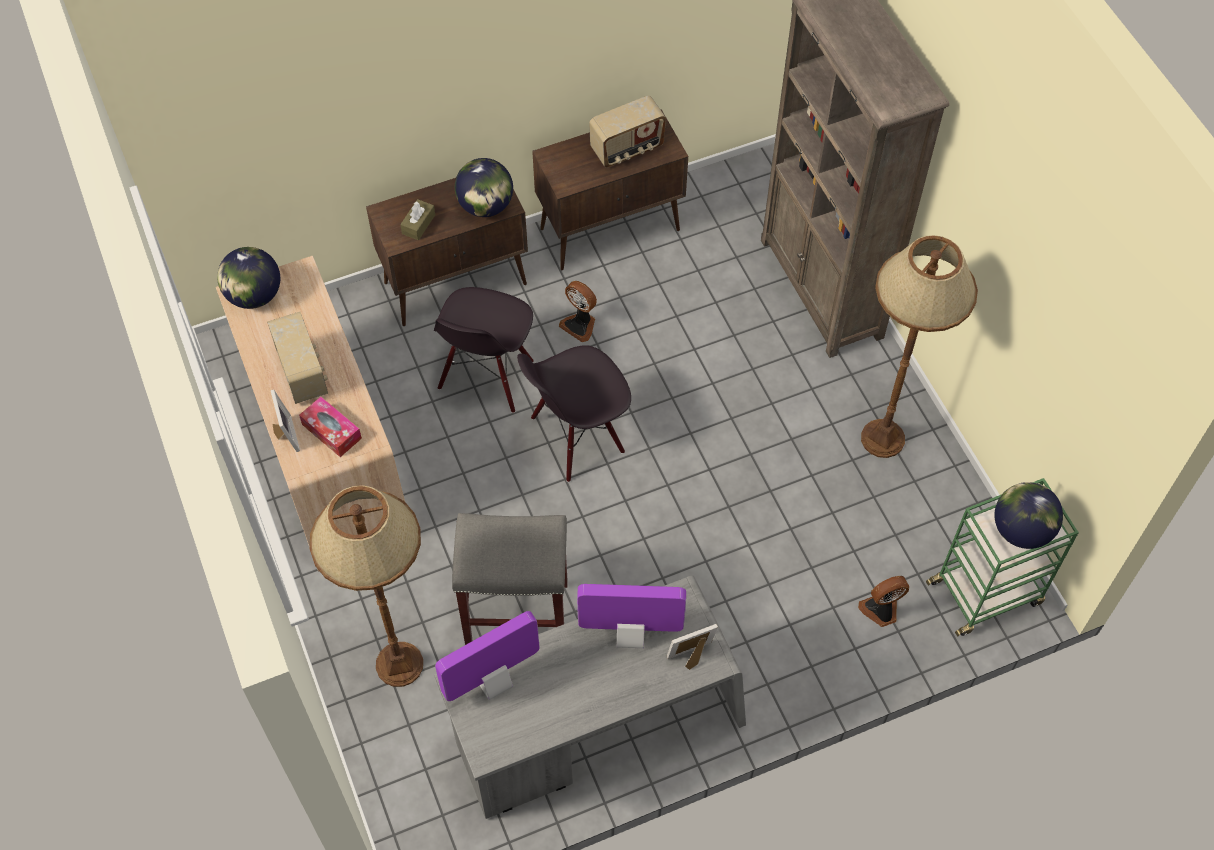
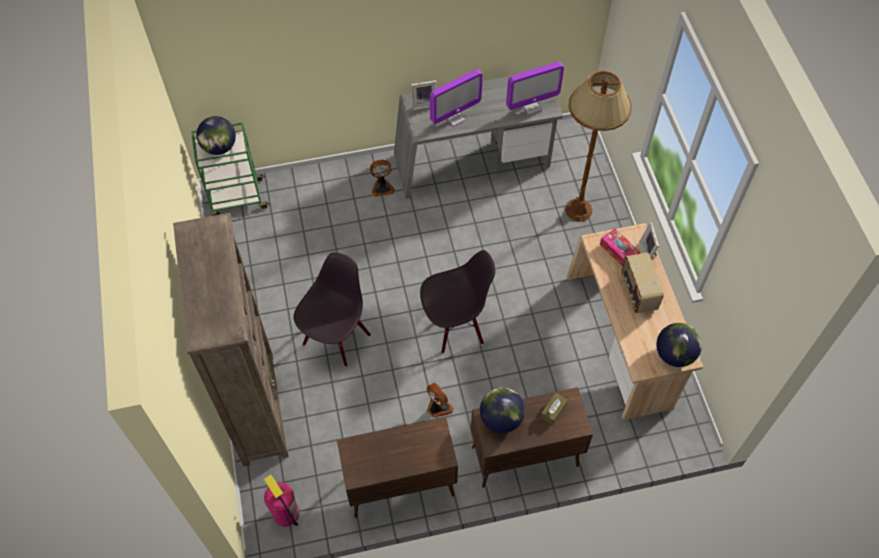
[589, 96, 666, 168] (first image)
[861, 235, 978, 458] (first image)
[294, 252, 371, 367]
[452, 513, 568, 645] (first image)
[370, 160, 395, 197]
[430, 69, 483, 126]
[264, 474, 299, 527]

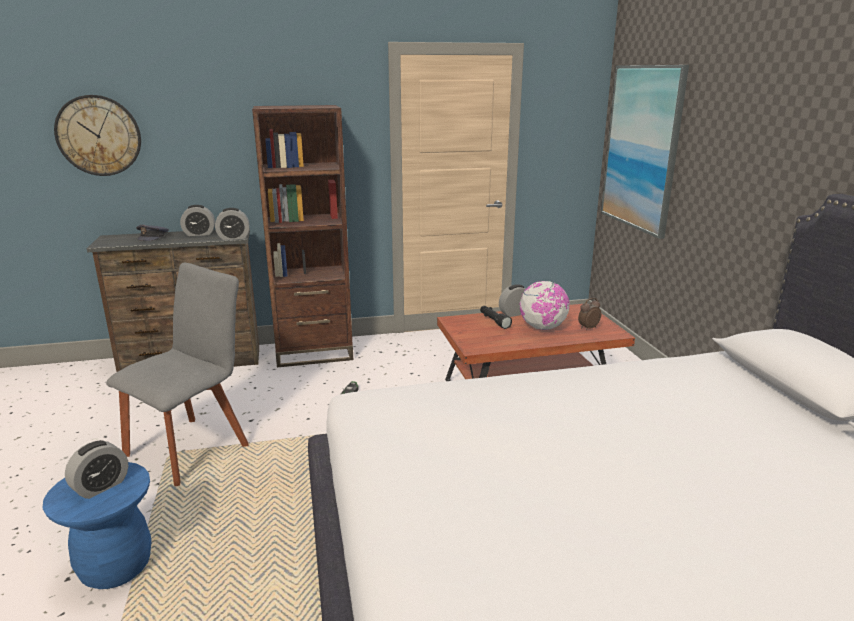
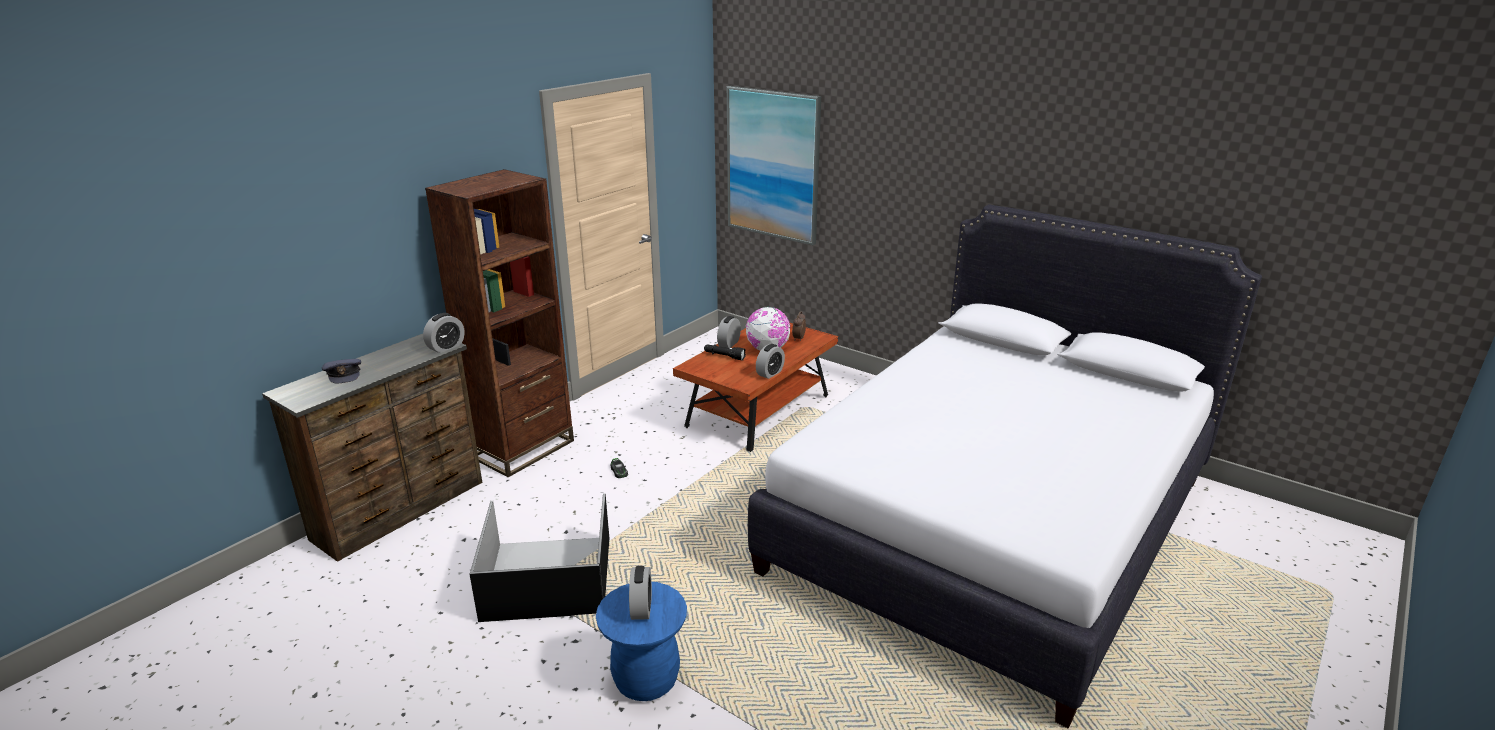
[54, 95, 141, 176] (first image)
[756, 344, 785, 379]
[470, 493, 609, 622]

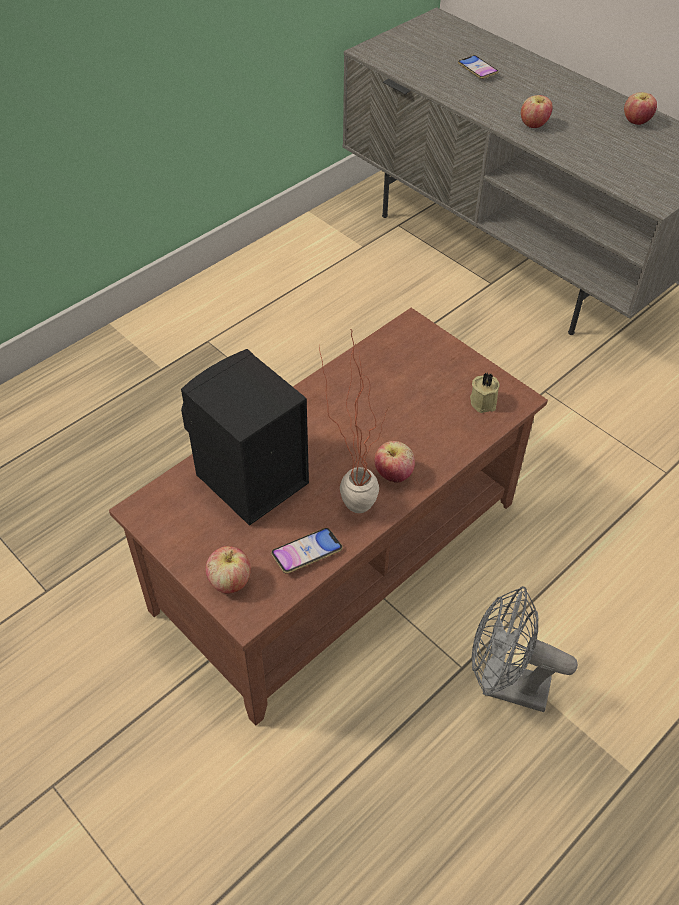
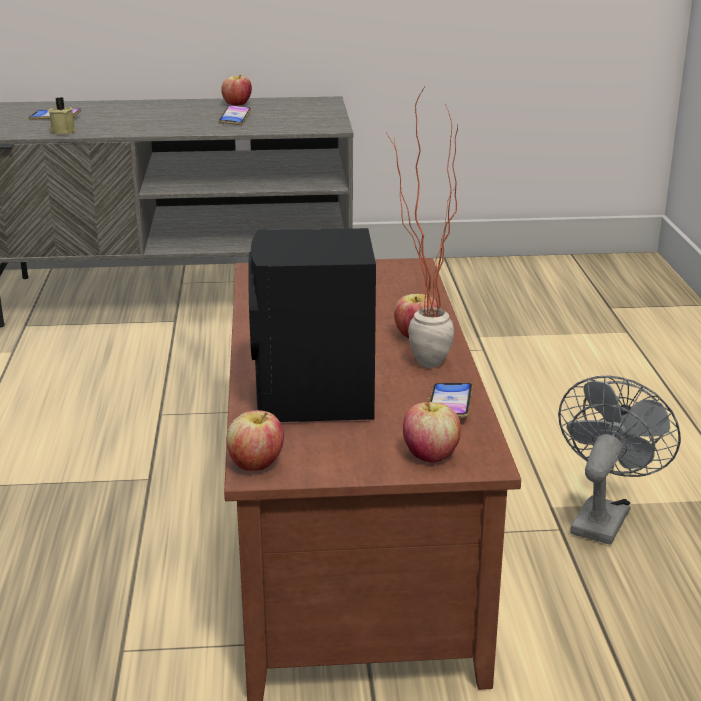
[226, 410, 284, 471]
[48, 97, 77, 135]
[558, 376, 681, 545]
[219, 105, 251, 125]

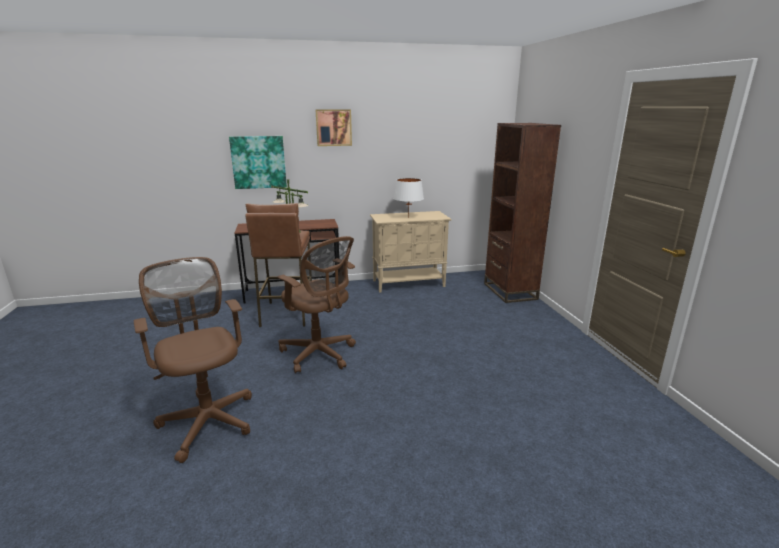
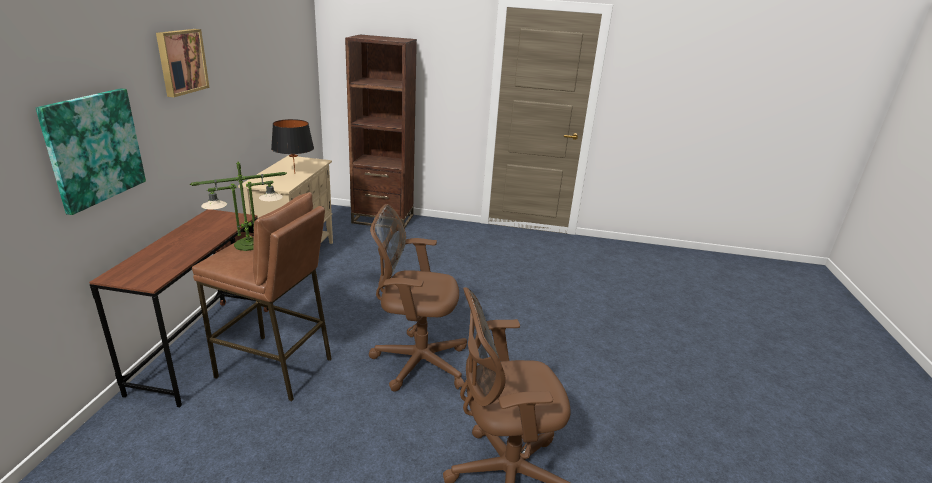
[271, 119, 314, 173]
[368, 204, 467, 391]

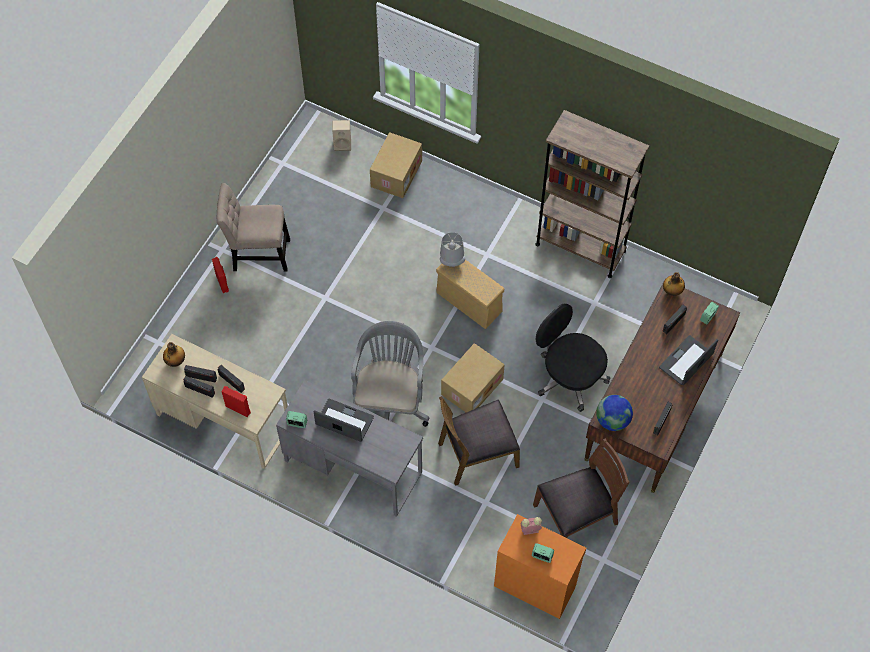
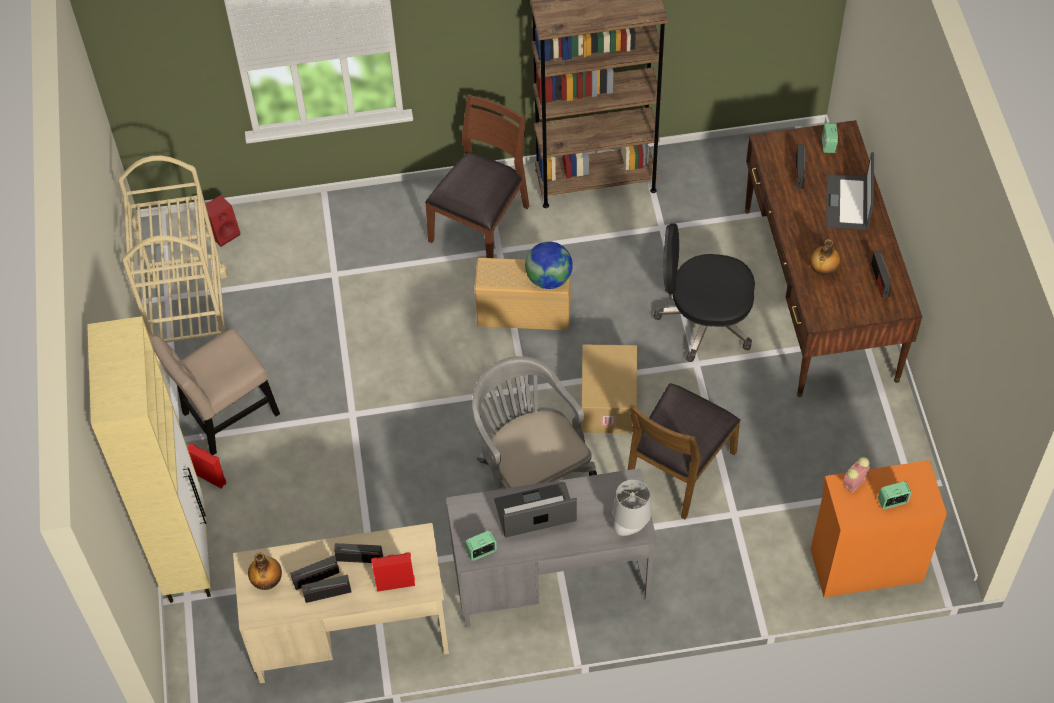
[205, 195, 240, 247]
[370, 132, 422, 198] (first image)
[613, 480, 652, 536]
[810, 239, 841, 276]
[525, 242, 573, 289]
[425, 94, 529, 258]
[118, 156, 228, 365]
[87, 316, 211, 603]

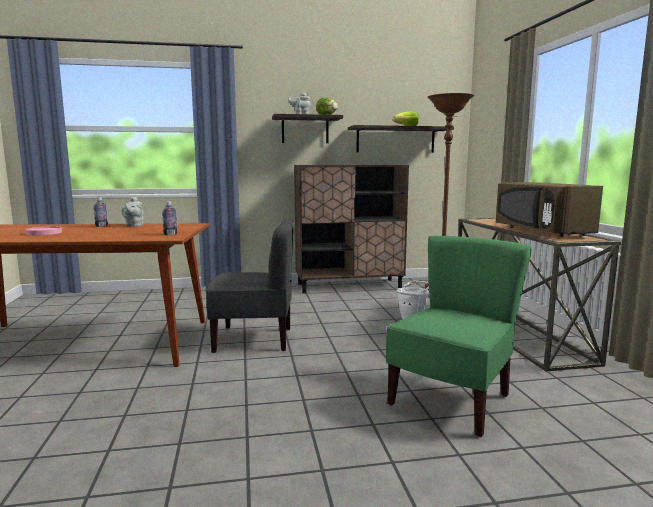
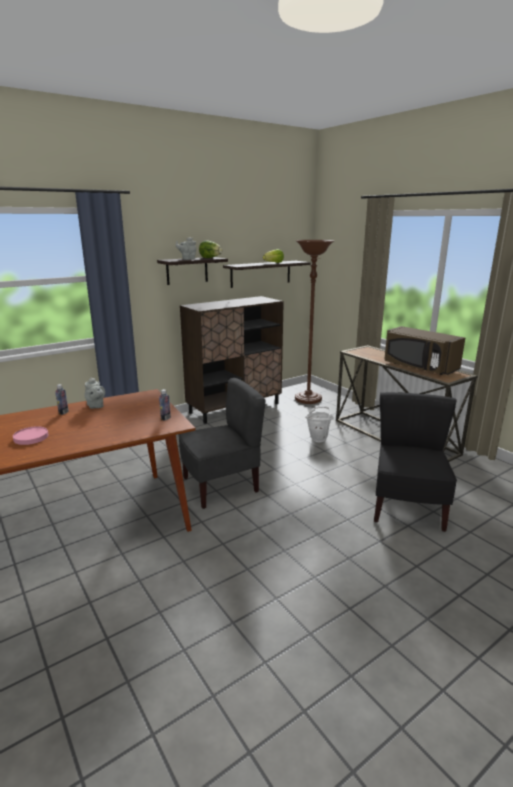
[374, 392, 457, 532]

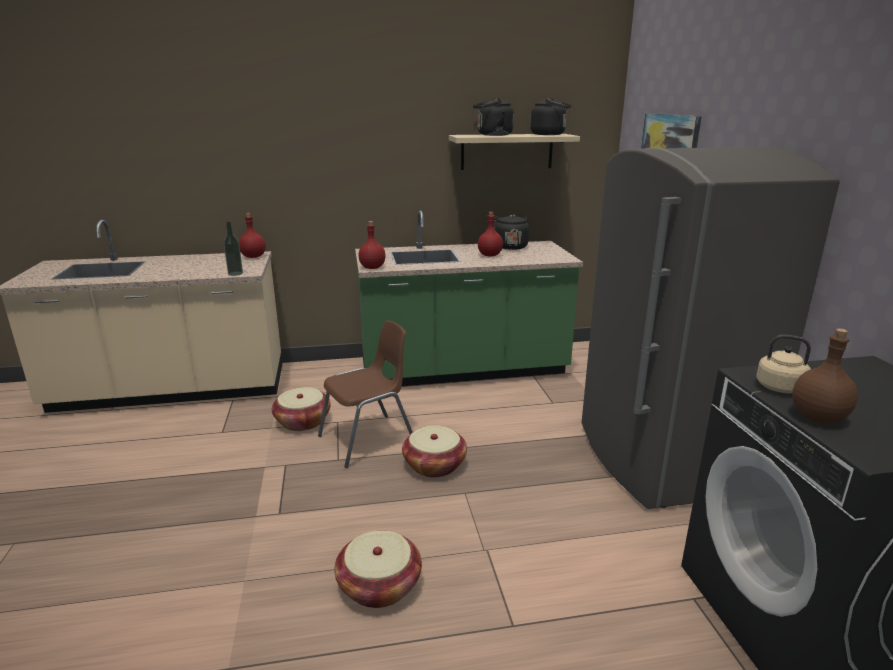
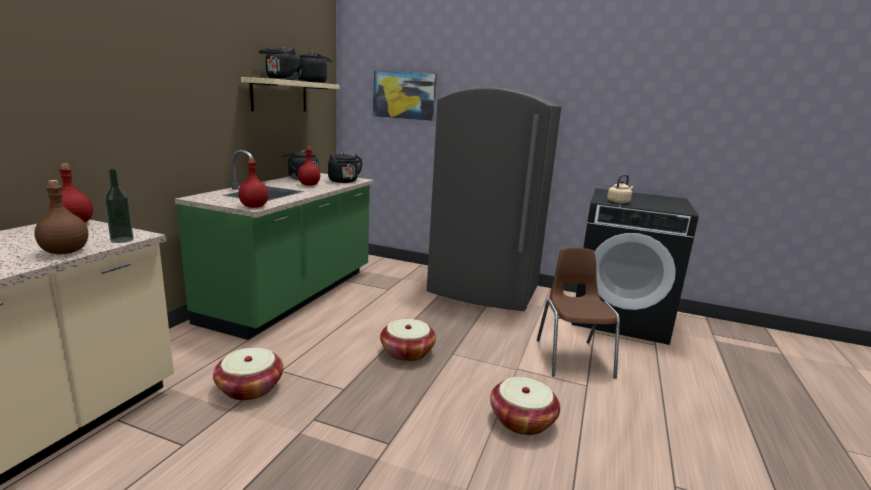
[537, 248, 620, 379]
[34, 180, 88, 254]
[328, 152, 363, 183]

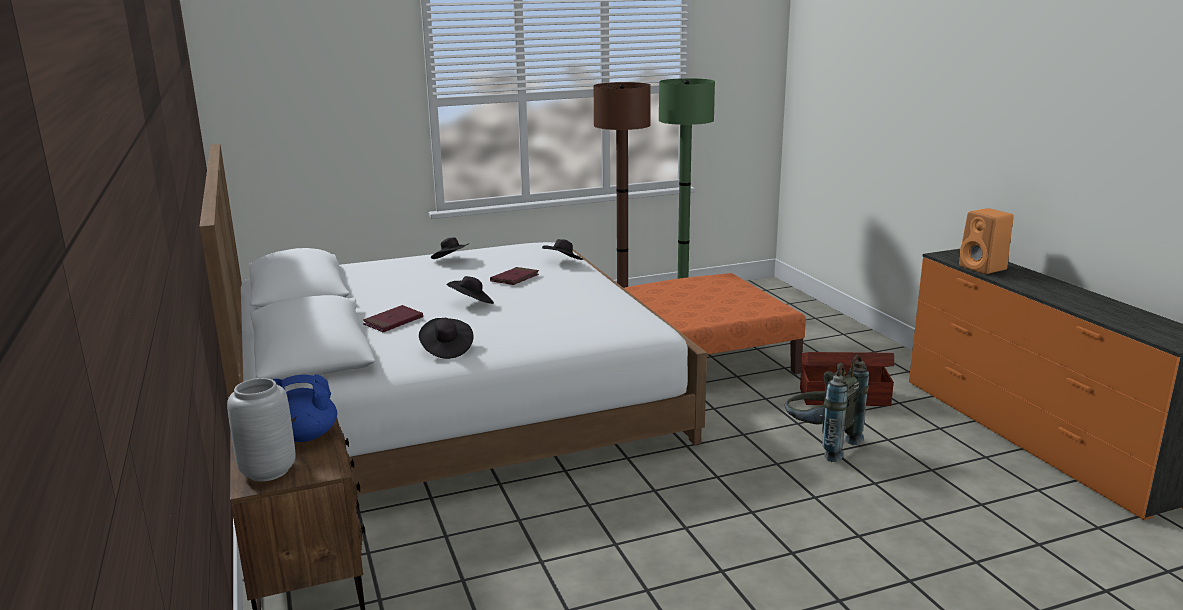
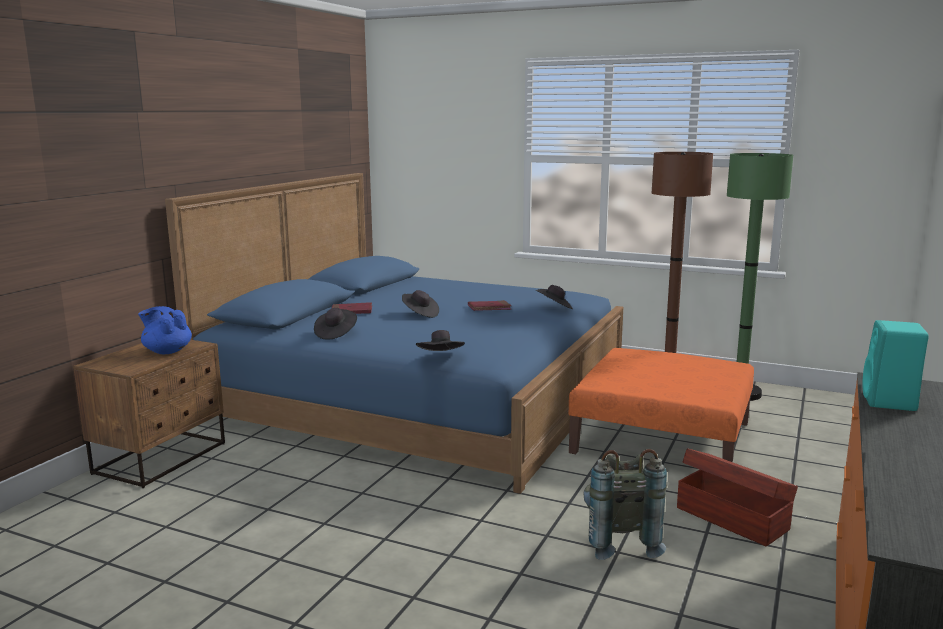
[165, 173, 623, 494]
[863, 320, 929, 411]
[416, 330, 465, 351]
[227, 378, 296, 481] (first image)

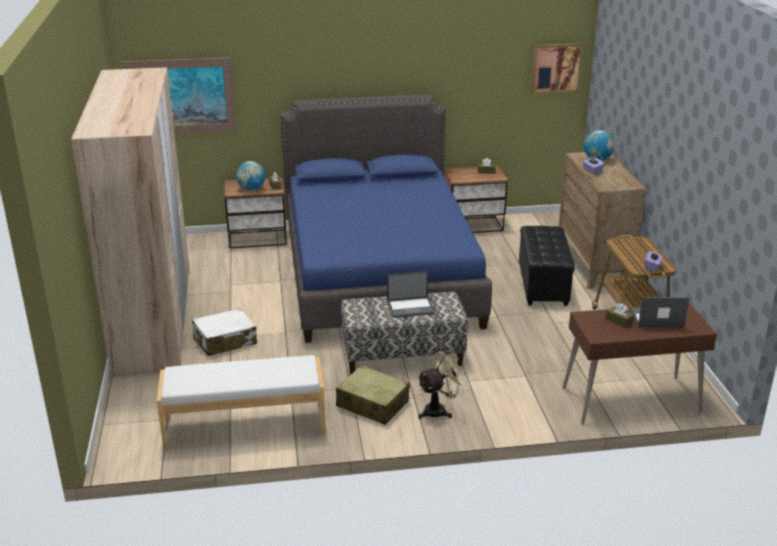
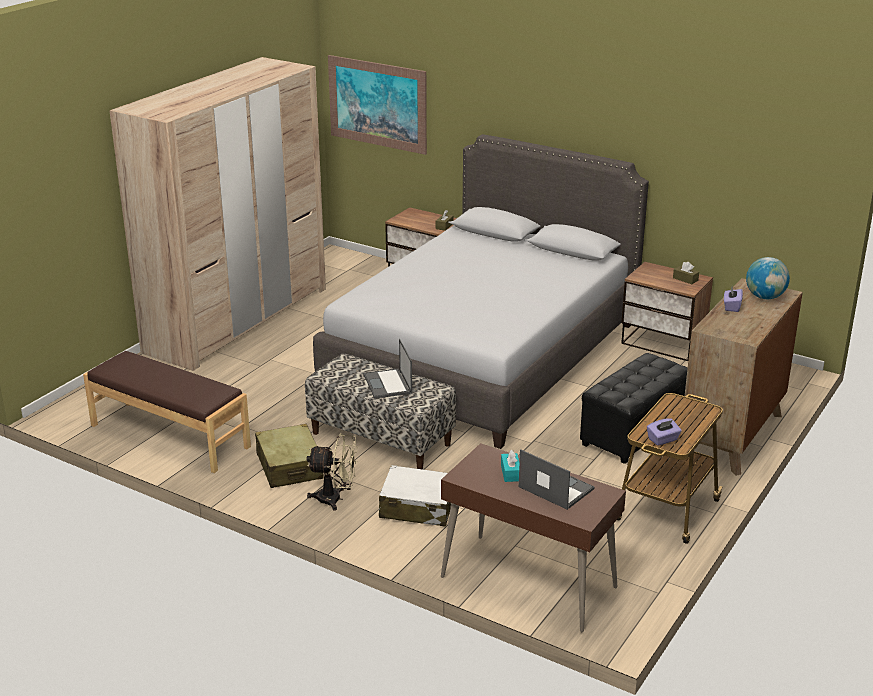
[531, 43, 583, 94] (first image)
[313, 134, 649, 449]
[236, 161, 265, 191] (first image)
[364, 339, 412, 399]
[501, 450, 519, 482]
[379, 465, 451, 527]
[83, 351, 251, 473]

